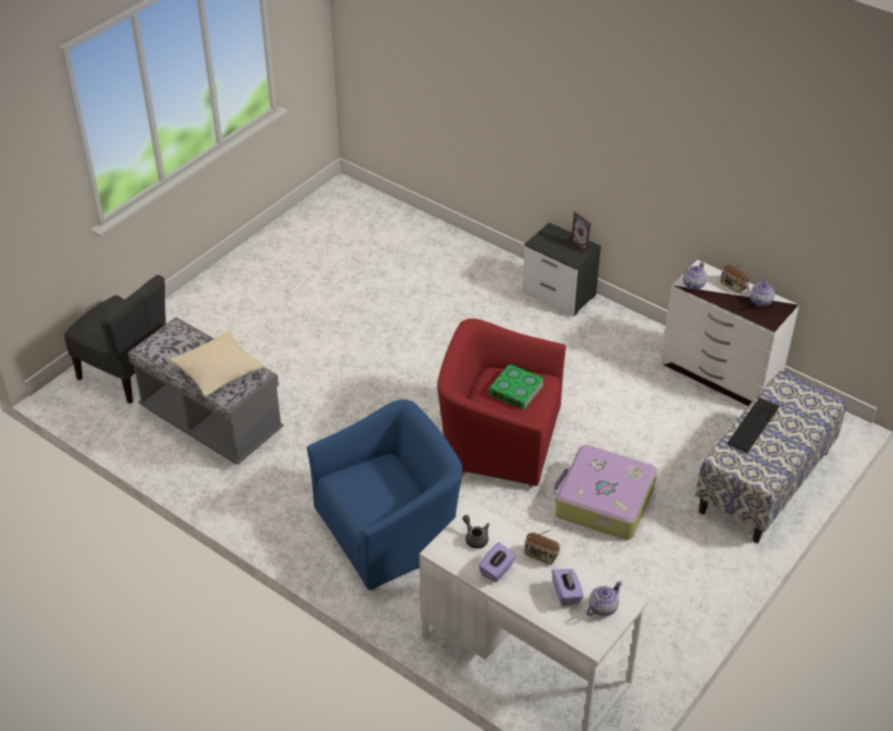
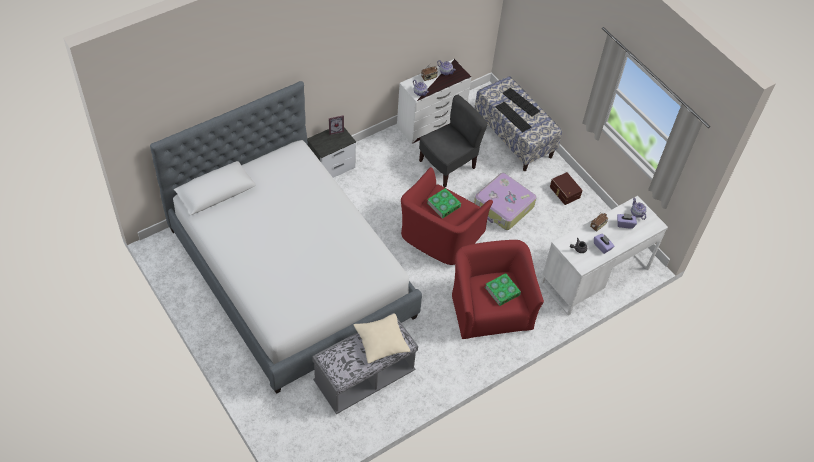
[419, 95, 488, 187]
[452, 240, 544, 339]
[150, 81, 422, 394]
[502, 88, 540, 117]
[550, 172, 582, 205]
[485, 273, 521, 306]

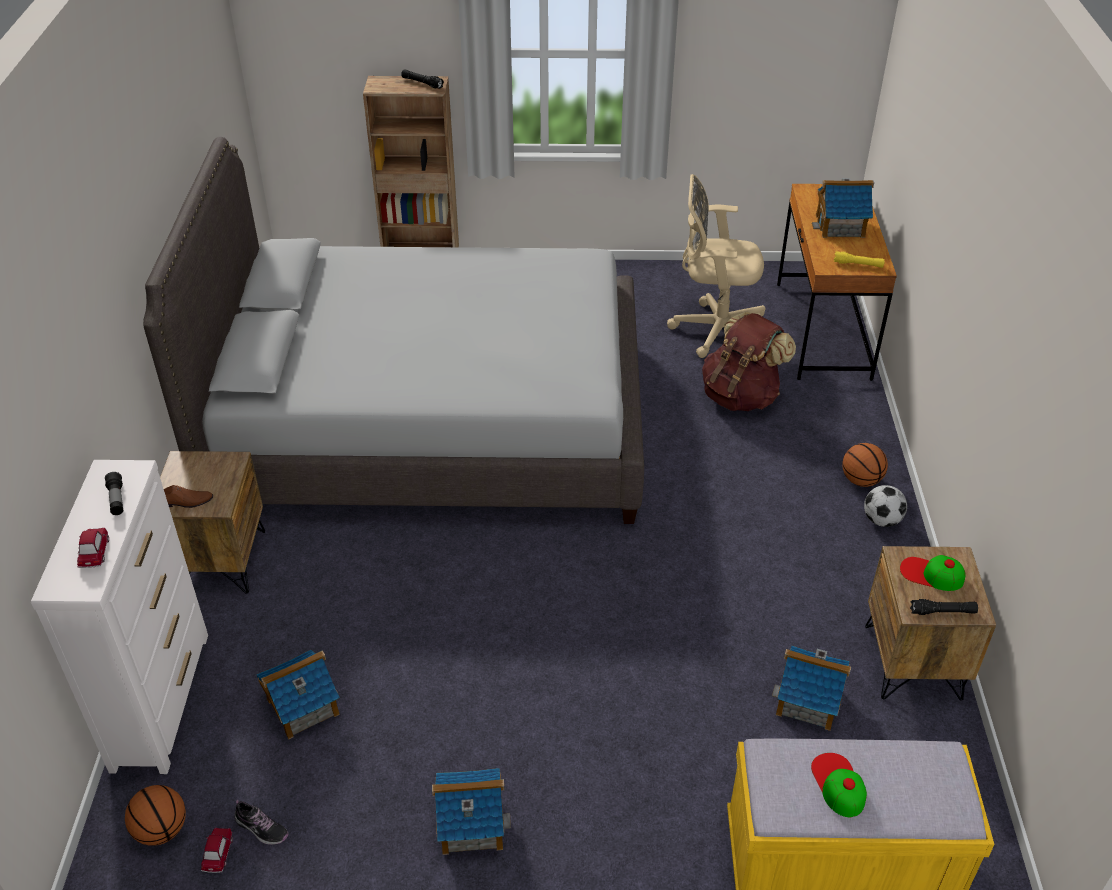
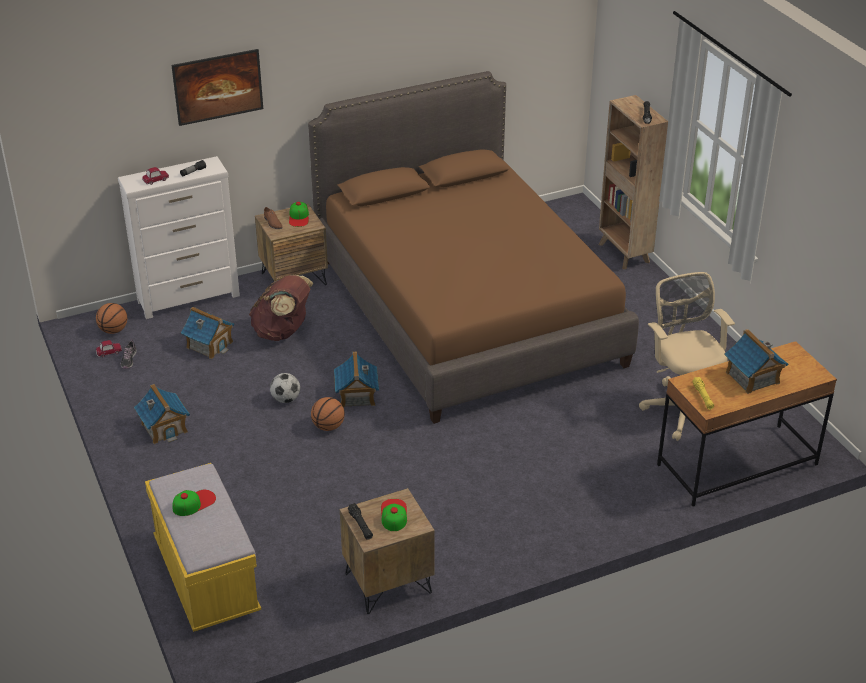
[308, 71, 639, 424]
[249, 275, 314, 341]
[311, 397, 345, 431]
[270, 373, 300, 403]
[334, 352, 379, 408]
[171, 49, 263, 126]
[289, 202, 309, 227]

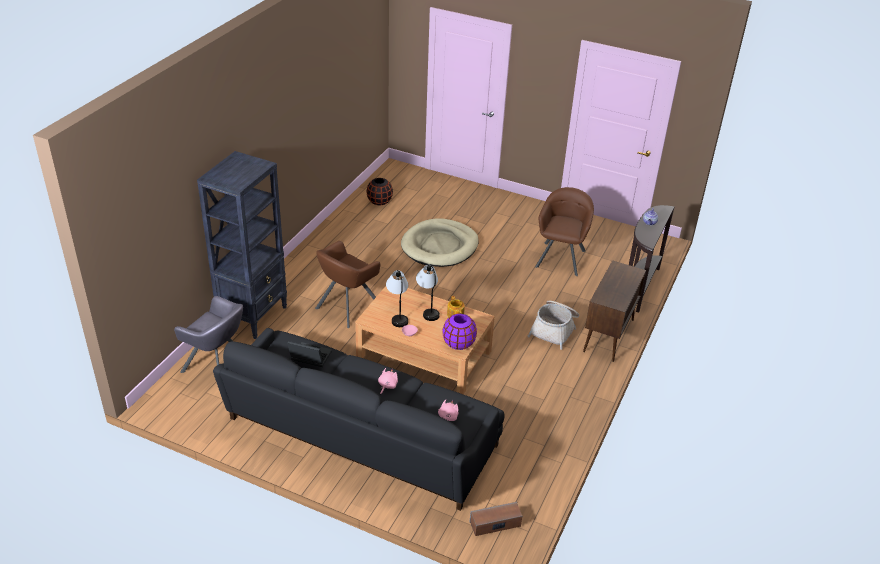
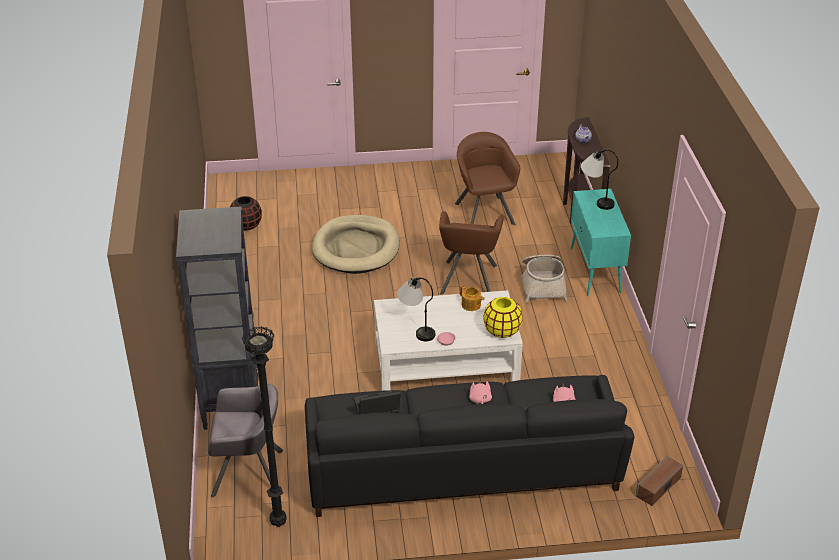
[439, 211, 504, 295]
[571, 189, 631, 295]
[581, 150, 618, 210]
[374, 290, 523, 391]
[483, 297, 523, 338]
[242, 326, 287, 527]

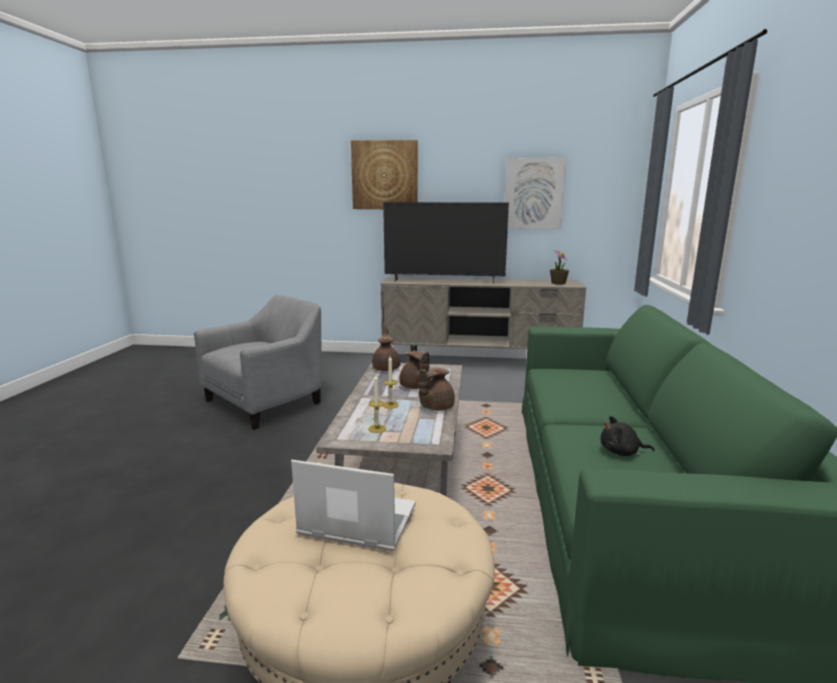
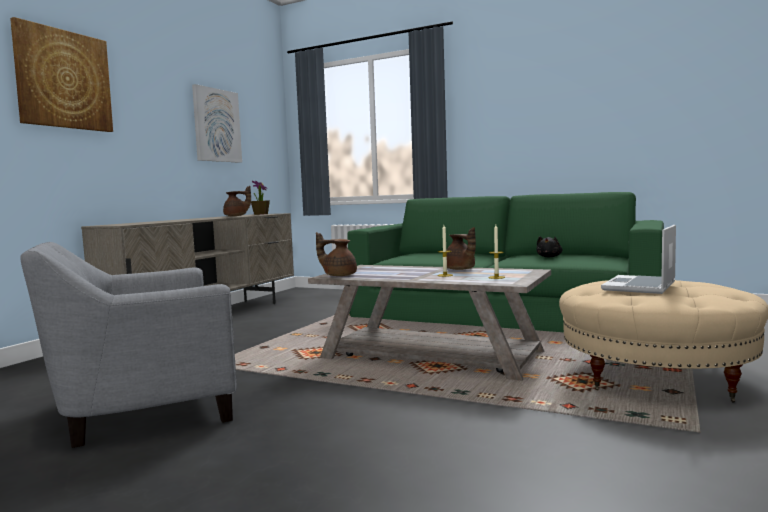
[383, 202, 509, 284] (first image)
[20, 242, 237, 448]
[223, 186, 251, 216]

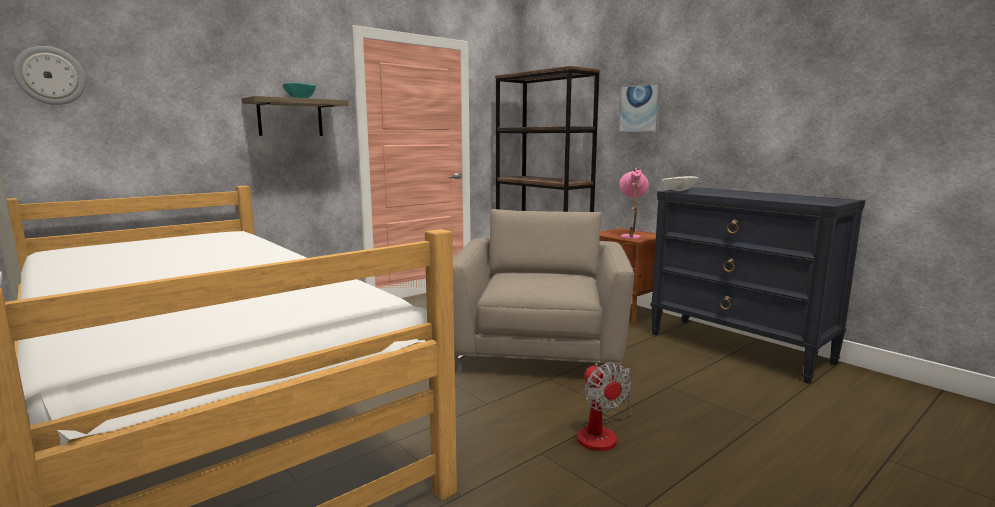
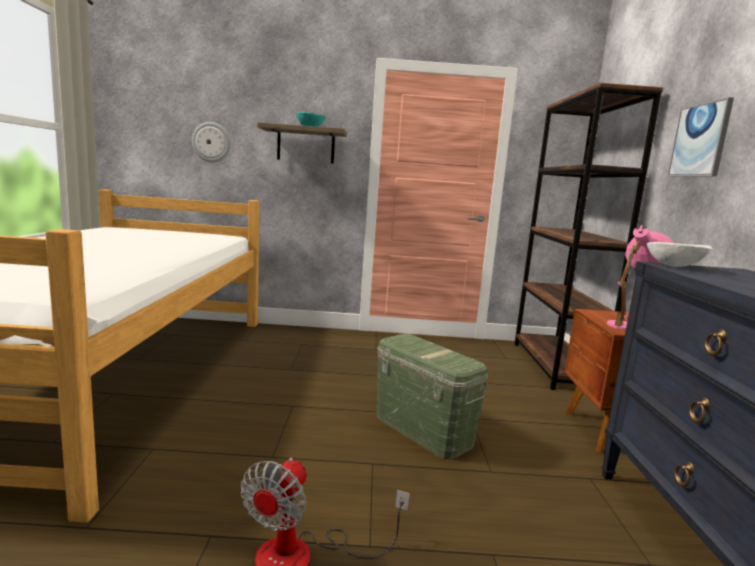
[192, 122, 231, 162]
[376, 334, 488, 459]

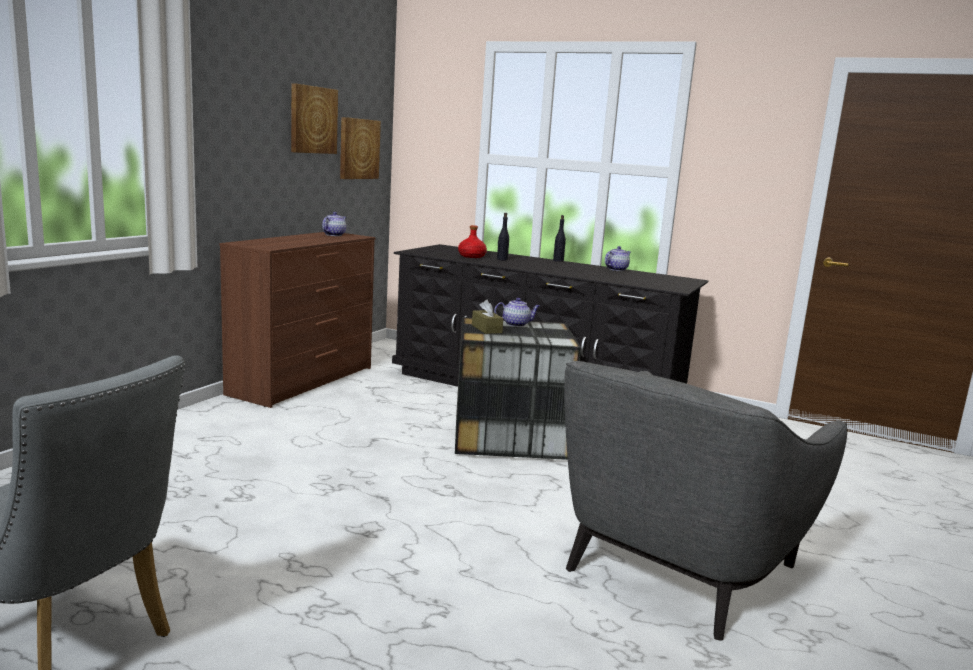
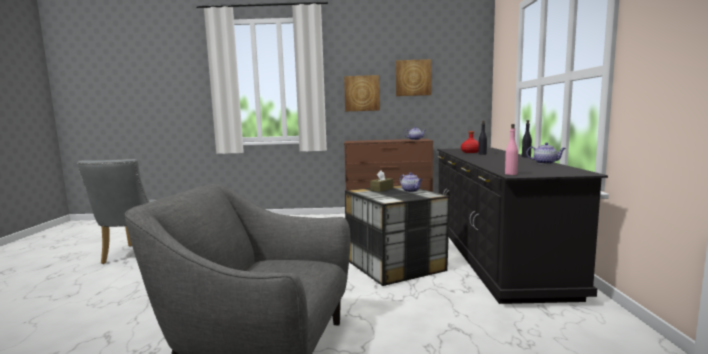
[344, 75, 380, 111]
[505, 124, 518, 175]

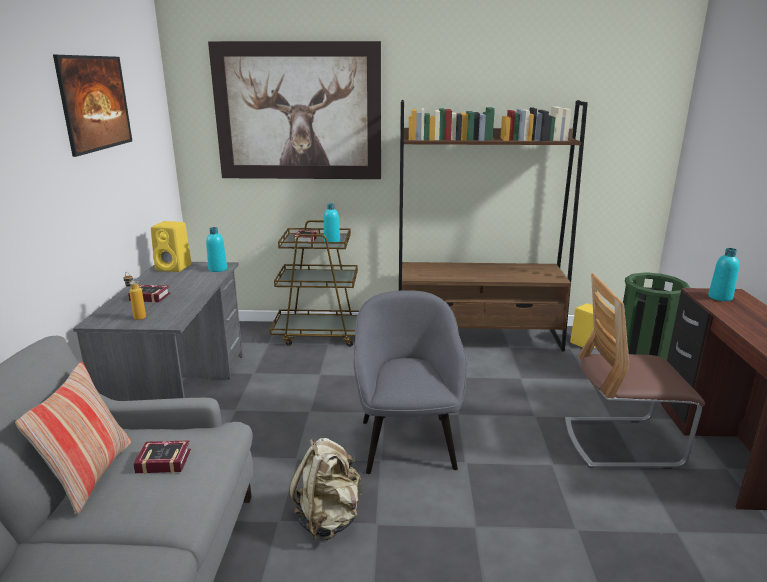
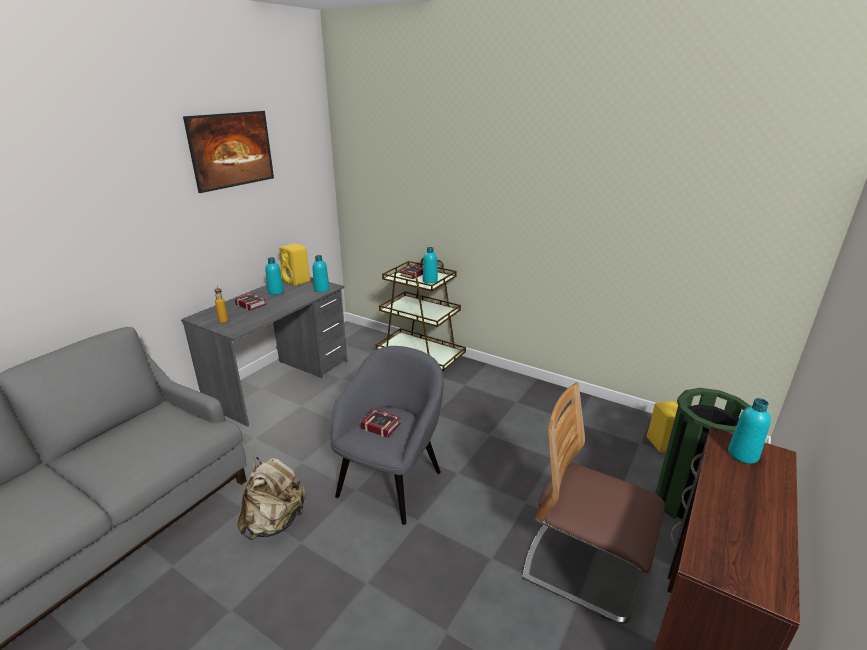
[208, 41, 381, 179] (first image)
[399, 100, 588, 352] (first image)
[15, 362, 131, 514] (first image)
[360, 409, 401, 438]
[265, 257, 284, 295]

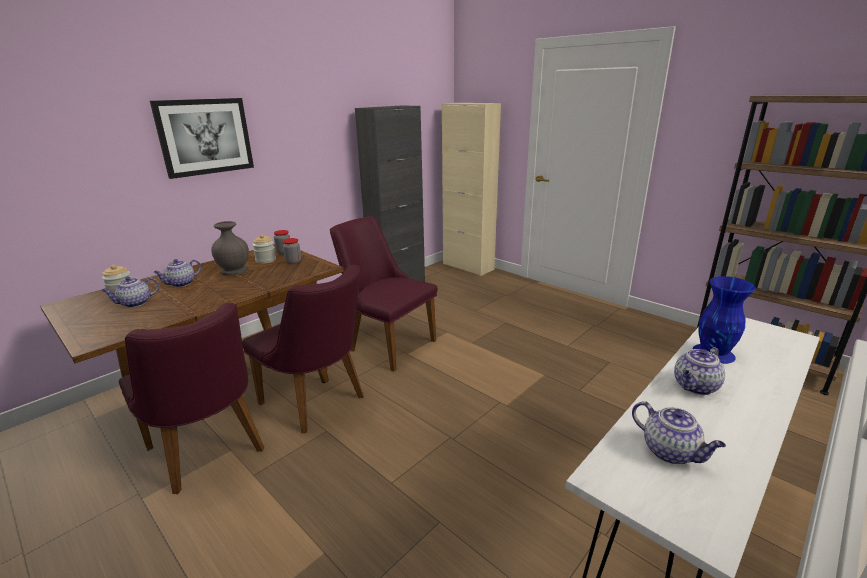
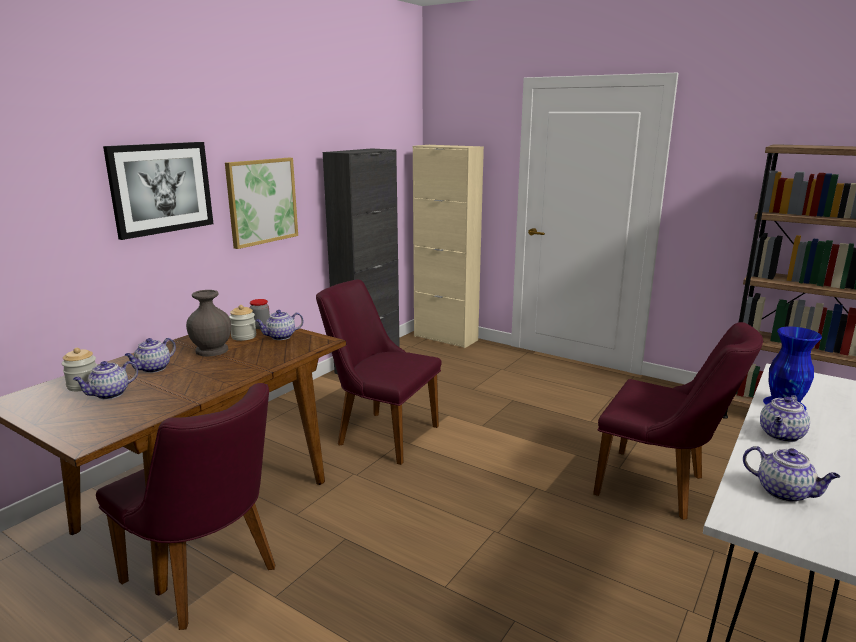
[255, 310, 304, 340]
[593, 322, 763, 520]
[225, 158, 298, 249]

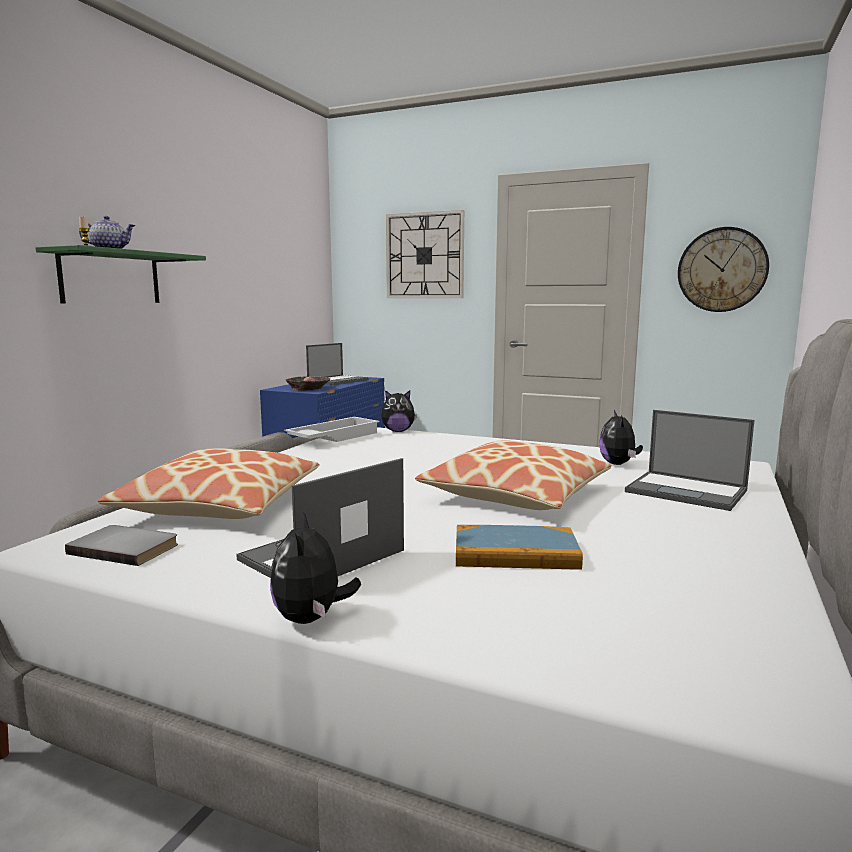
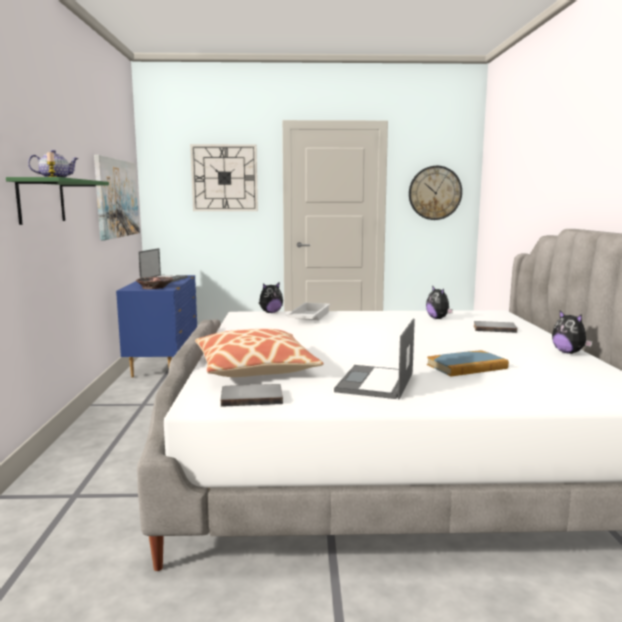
[474, 321, 518, 333]
[286, 303, 330, 320]
[415, 440, 612, 510] (first image)
[552, 311, 593, 354]
[94, 155, 140, 240]

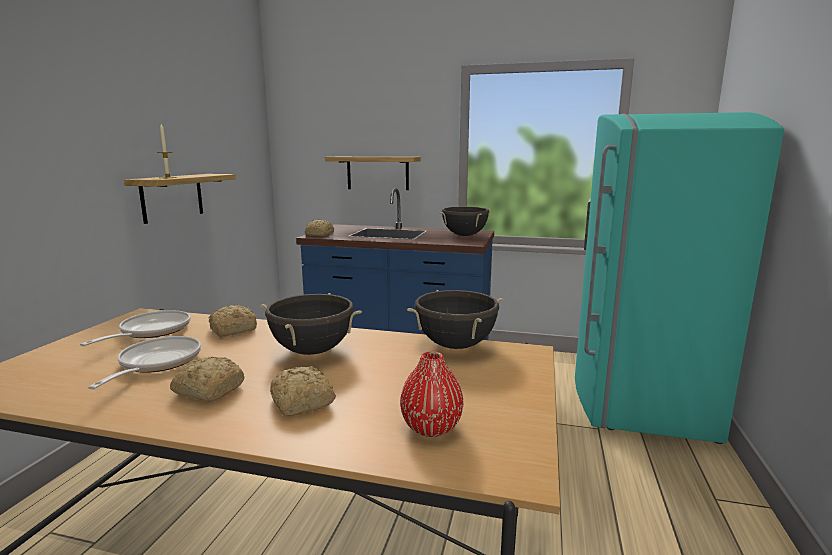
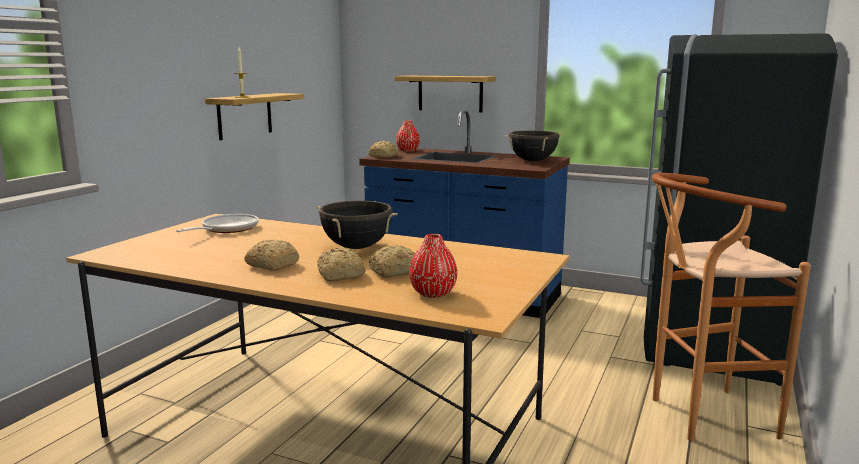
[640, 33, 838, 386]
[407, 290, 503, 349] (first image)
[369, 245, 415, 277]
[88, 336, 201, 389] (first image)
[396, 121, 420, 152]
[652, 173, 811, 441]

